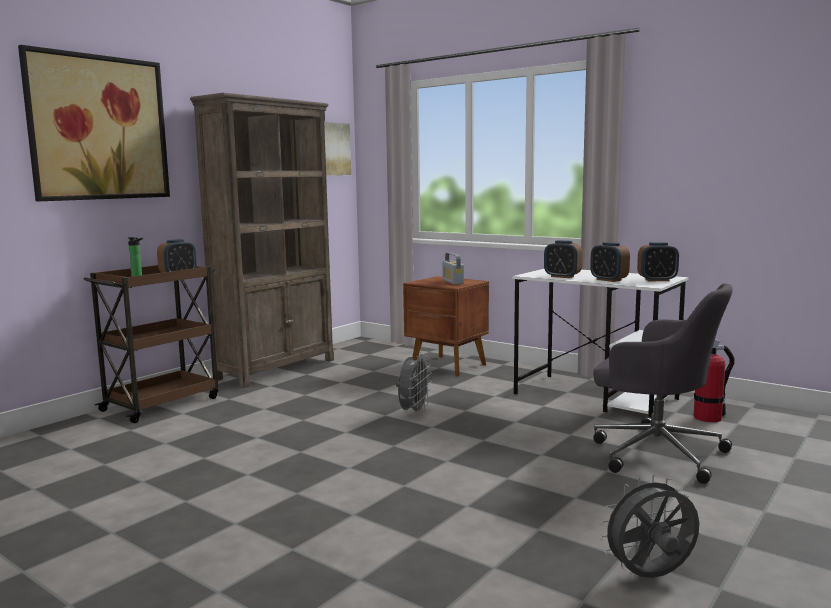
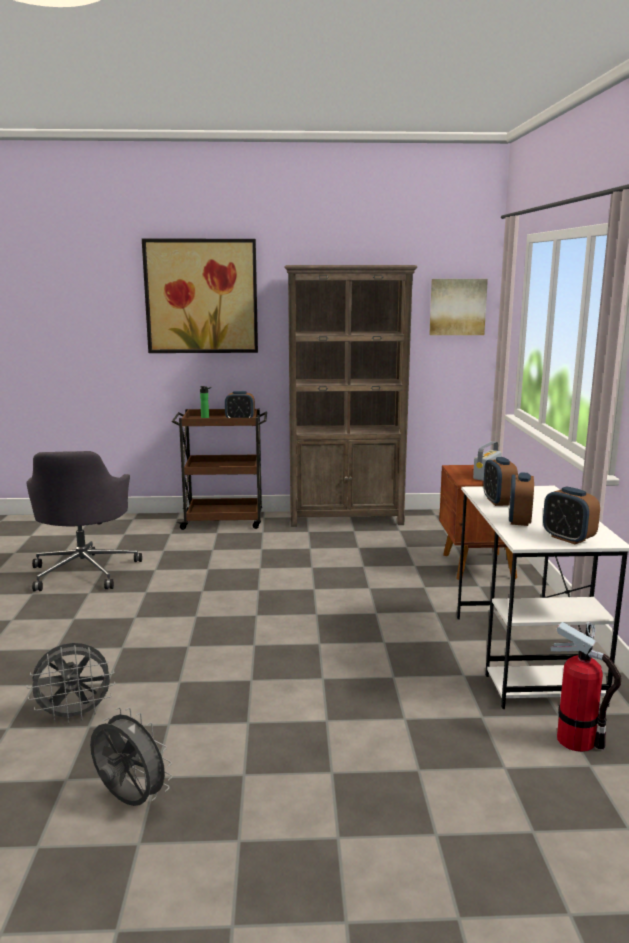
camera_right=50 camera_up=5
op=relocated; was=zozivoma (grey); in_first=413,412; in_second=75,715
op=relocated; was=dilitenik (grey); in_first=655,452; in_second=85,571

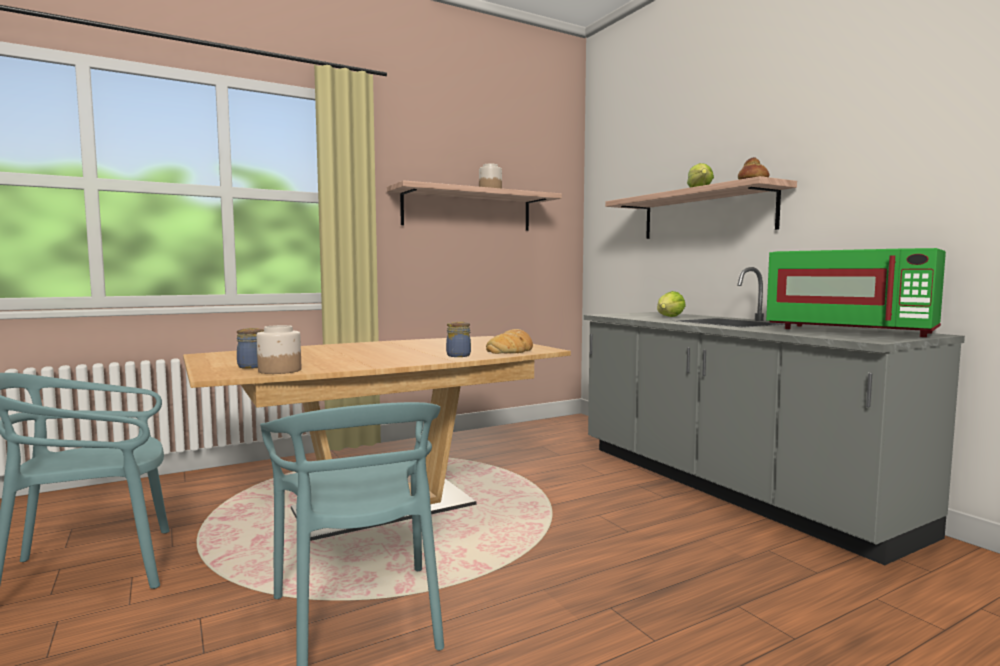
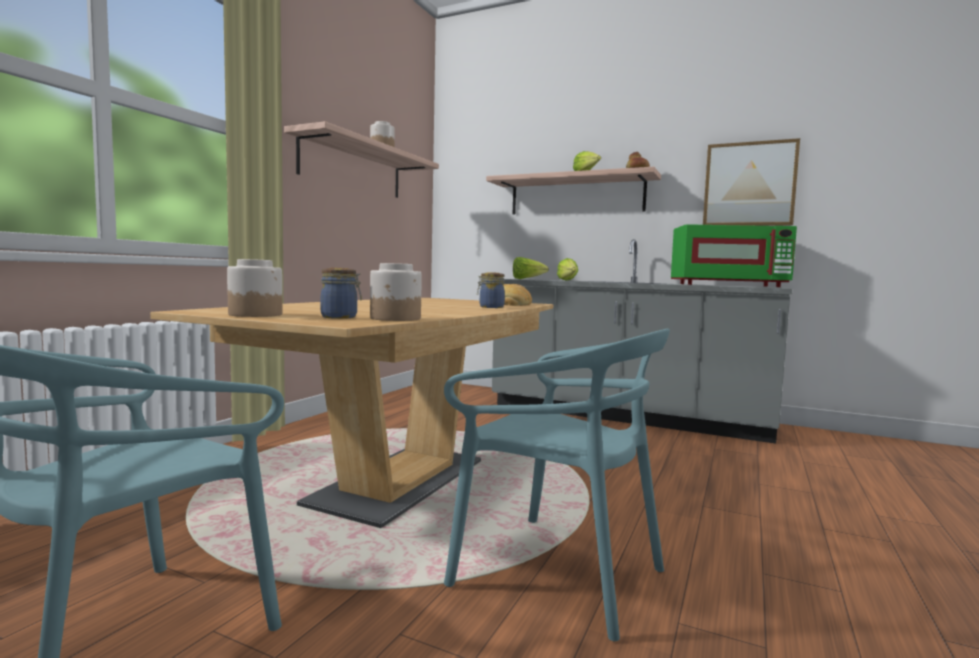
camera_right=-35 camera_up=0
op=appeared; now=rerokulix; in_second=255,314
op=appeared; now=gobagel; in_second=527,279
op=appeared; now=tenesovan; in_second=749,184

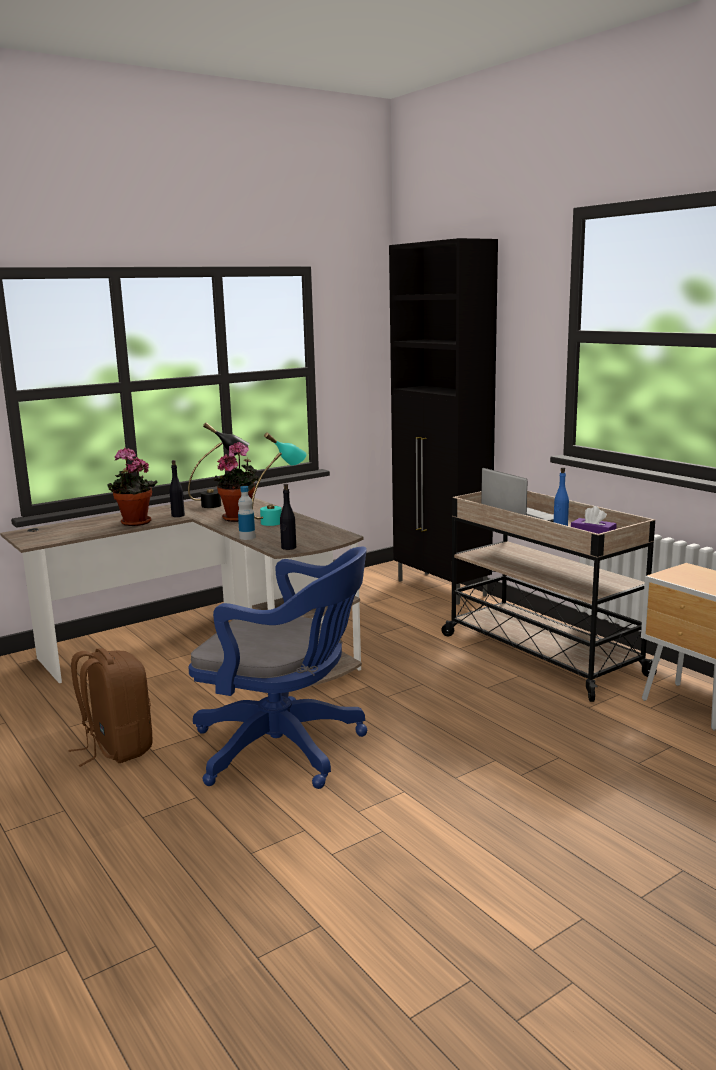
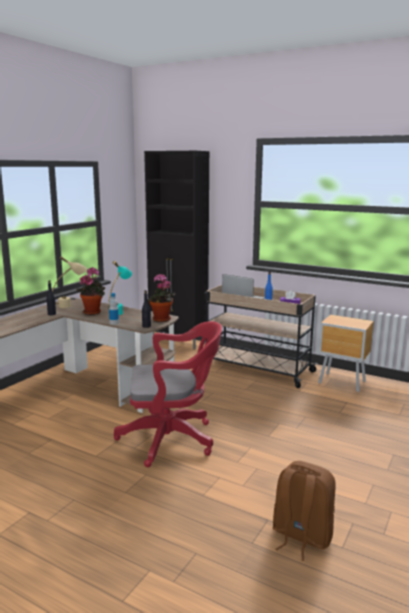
camera_right=-25 camera_up=0
op=relocated; was=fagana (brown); in_first=116,748; in_second=301,536
op=relocated; was=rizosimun; in_first=134,523; in_second=161,320
op=colour; was=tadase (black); now=tadase (beige); in_first=221,505; in_second=70,305
op=colour; was=dilitenik (blue); now=dilitenik (red); in_first=286,749; in_second=172,439

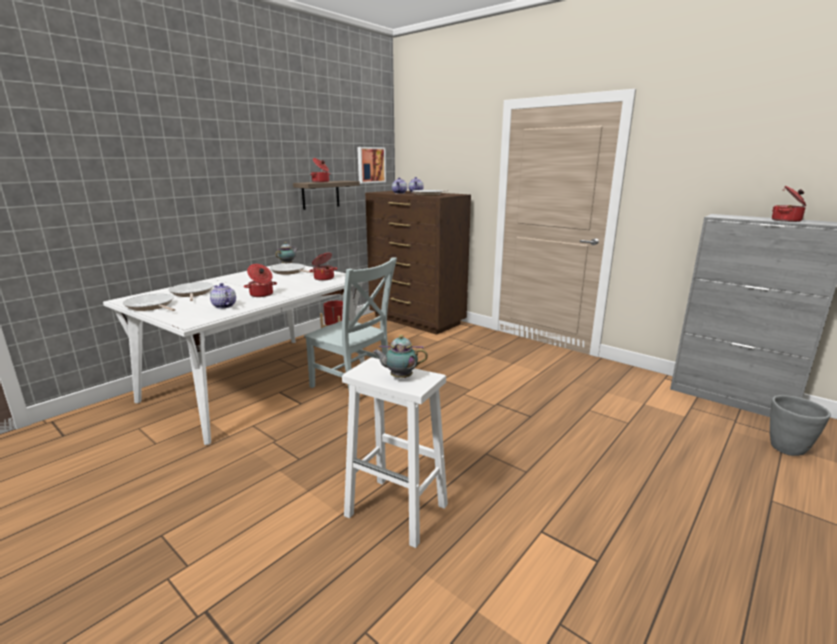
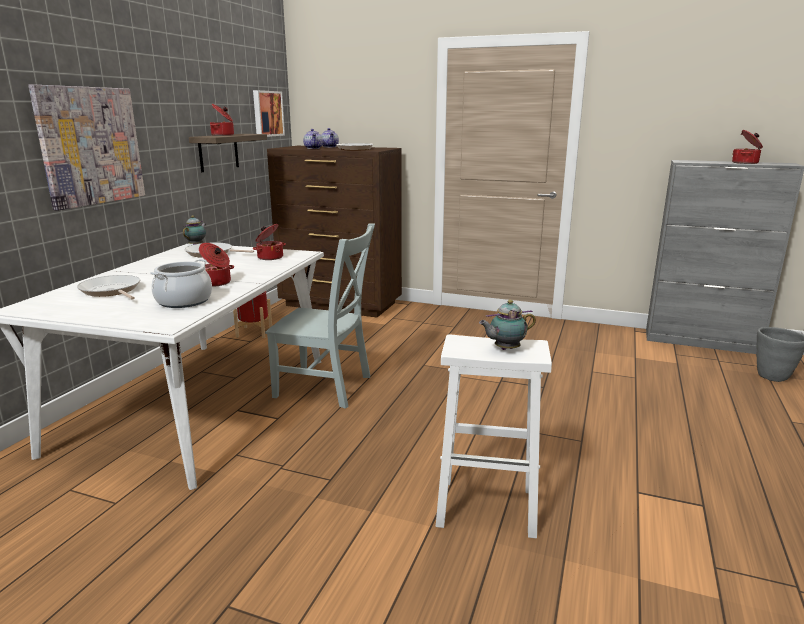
camera_right=-20 camera_up=0
op=missing; was=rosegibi; in_first=151,306
op=exchanged; was=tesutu; now=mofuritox; in_first=223,306; in_second=184,301
op=appeared; now=tenesovan; in_second=90,146

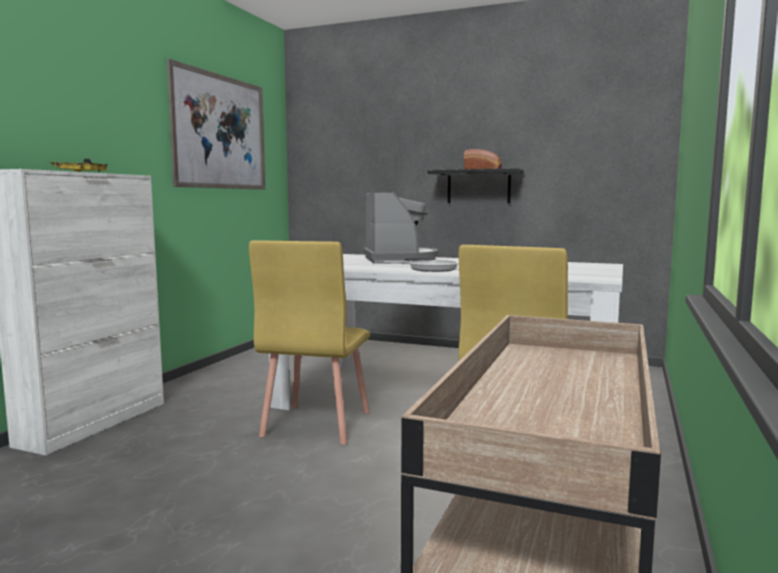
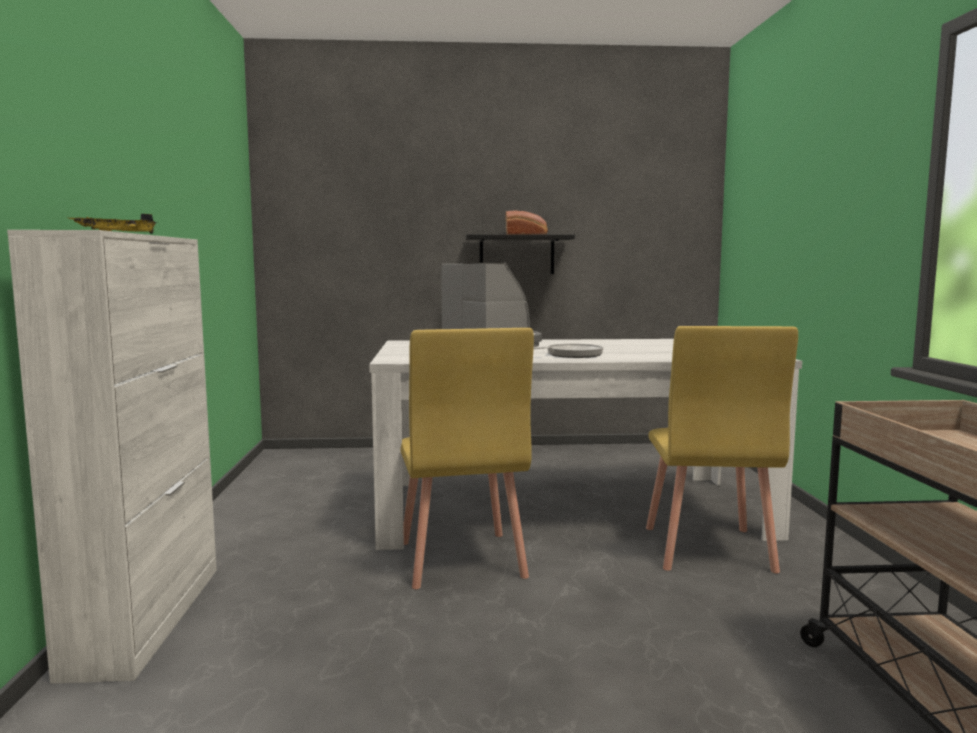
camera_right=-25 camera_up=0
op=missing; was=tenesovan; in_first=221,132

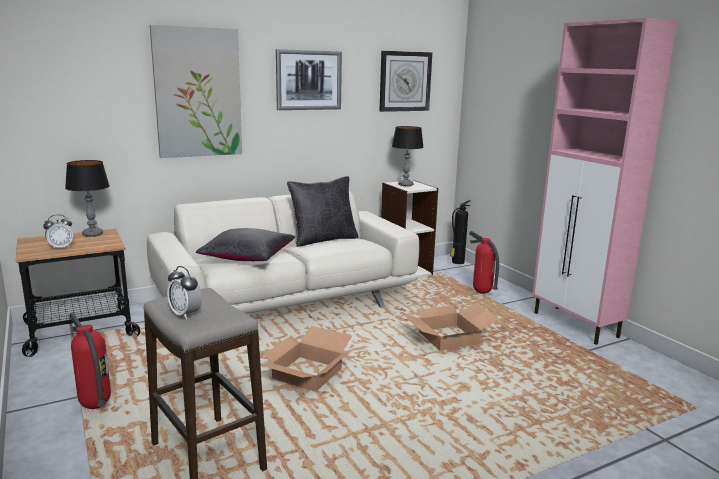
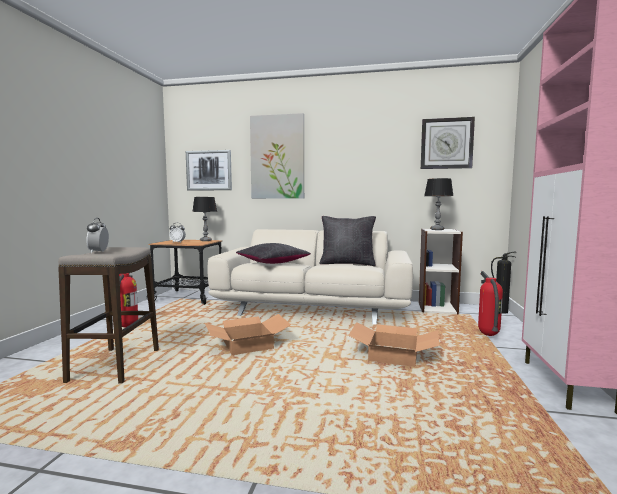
camera_right=40 camera_up=-10
op=relocated; was=tenesovan; in_first=308,80; in_second=209,170

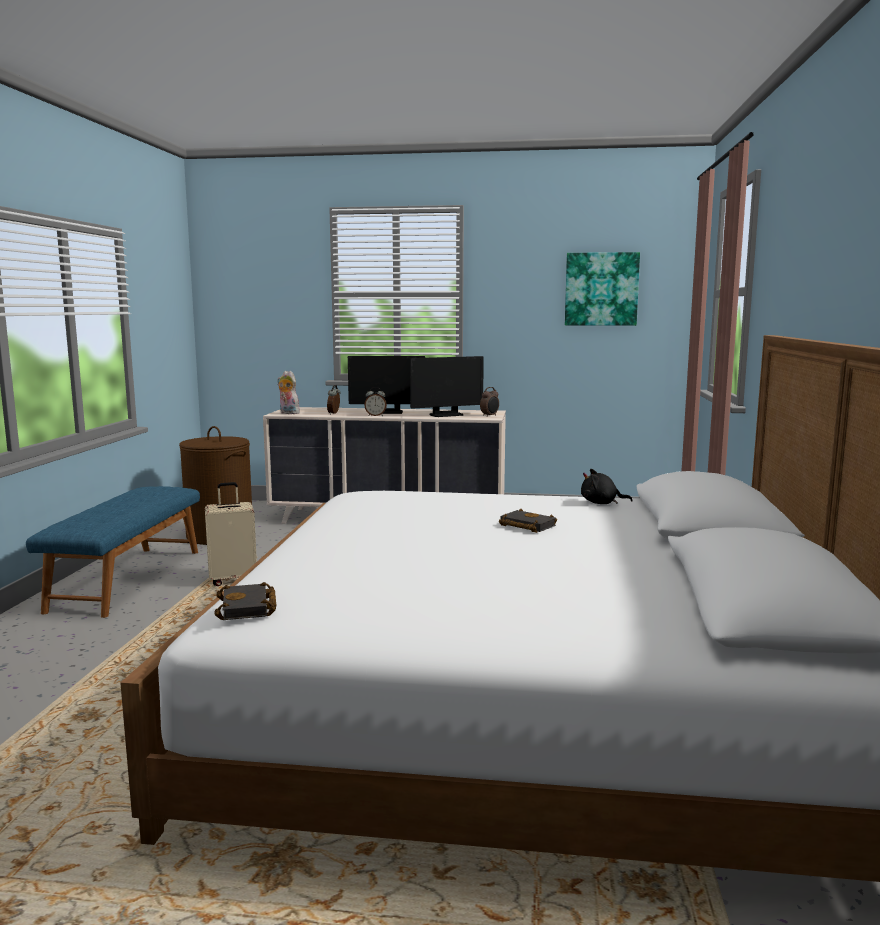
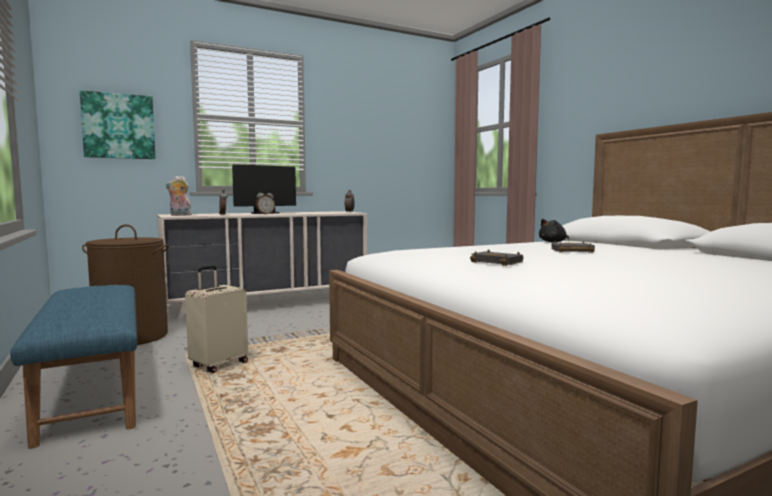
camera_right=-35 camera_up=-5
op=relocated; was=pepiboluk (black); in_first=248,608; in_second=498,262
op=missing; was=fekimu; in_first=446,415
op=relocated; was=tenesovan; in_first=601,289; in_second=119,126

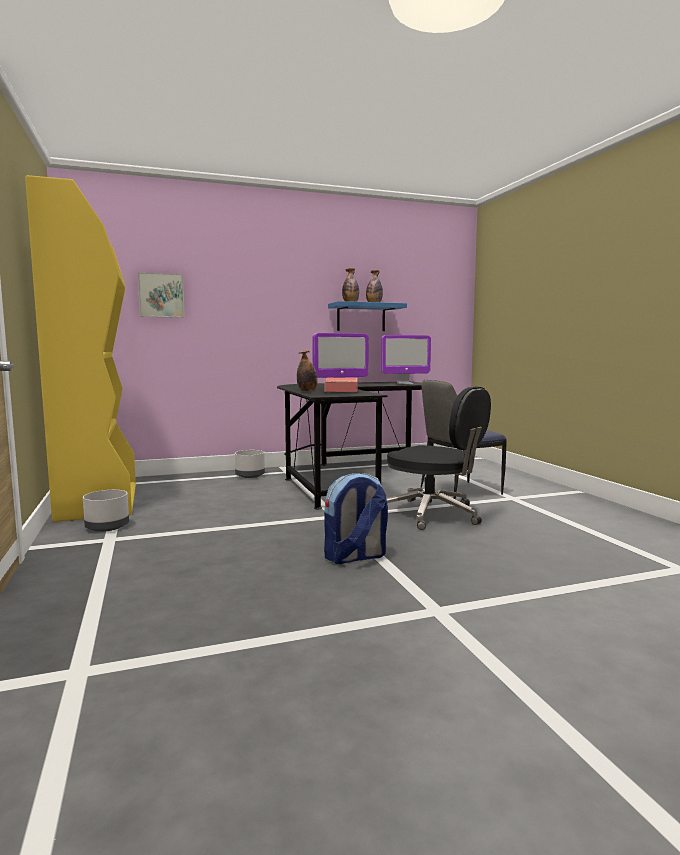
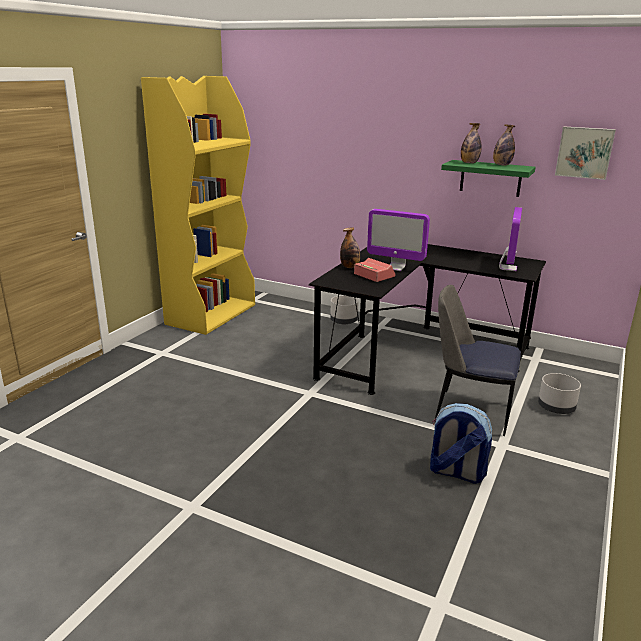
camera_right=45 camera_up=15
op=relocated; was=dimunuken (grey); in_first=107,527; in_second=556,407
op=relocated; was=tenesovan; in_first=161,295; in_second=584,152
op=relocated; was=fagana; in_first=355,557; in_second=455,472
op=colour; was=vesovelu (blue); now=vesovelu (green); in_first=361,317; in_second=490,178
op=spun; was=fekimu; in_first=404,383; in_second=507,268; clockwise=-105
op=missing; was=dilitenik (black); in_first=433,514

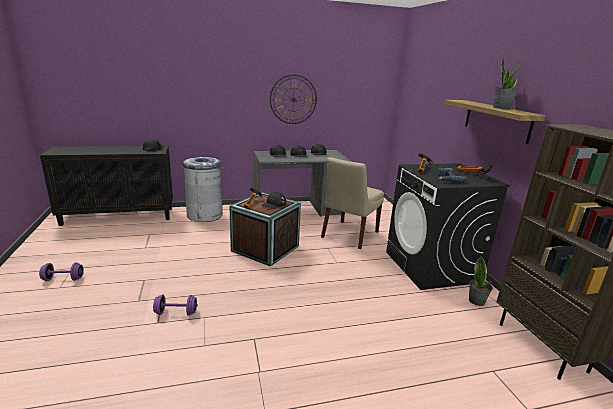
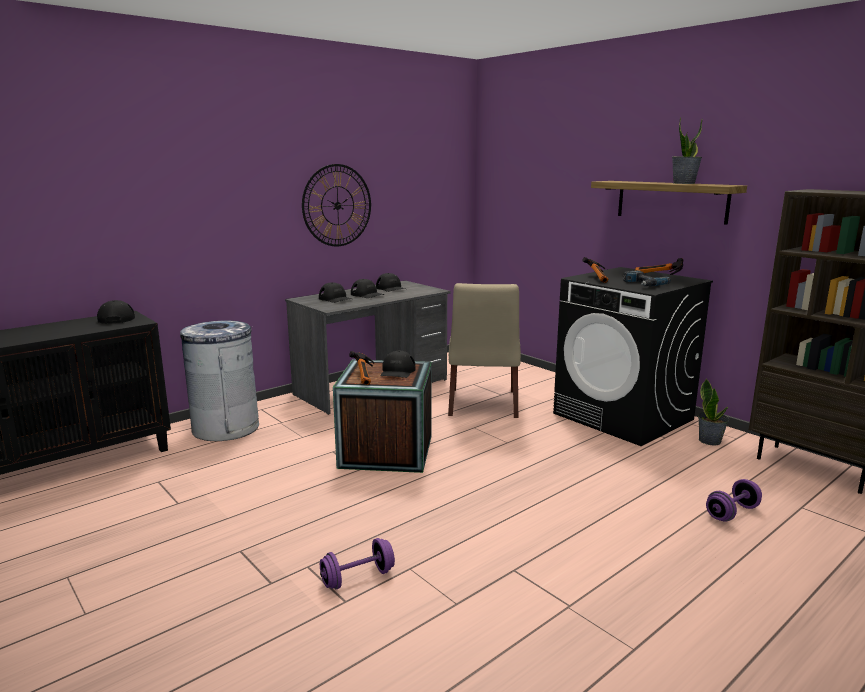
camera_right=-25 camera_up=-5
op=relocated; was=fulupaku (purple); in_first=63,279; in_second=732,513

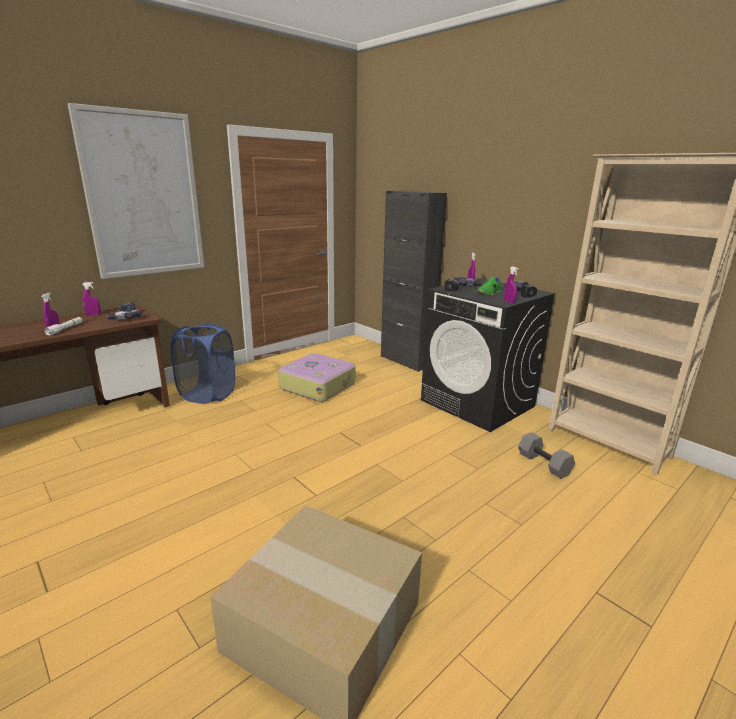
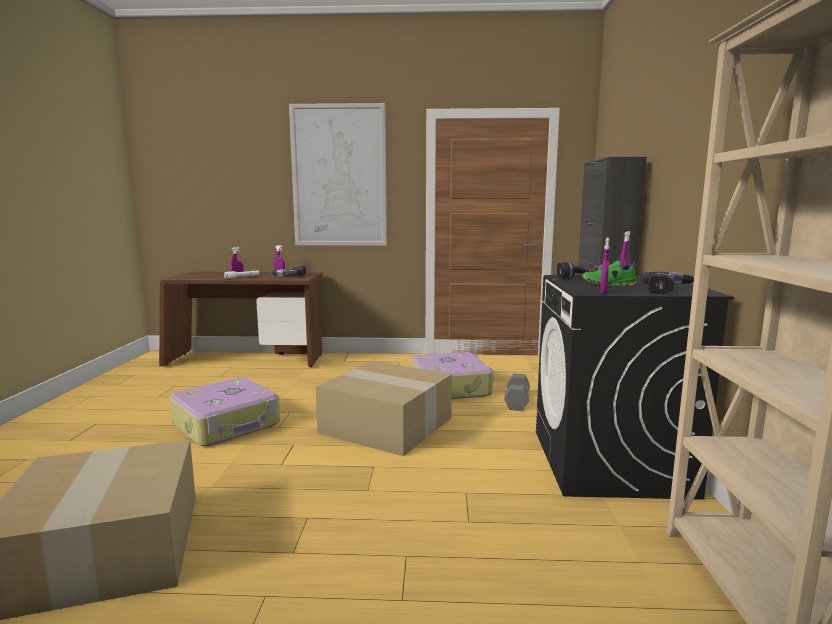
camera_right=45 camera_up=-10
op=missing; was=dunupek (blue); in_first=207,394
op=relocated; was=fulupaku (grey); in_first=544,464; in_second=517,401
op=appeared; now=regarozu; in_second=227,424
op=appeared; now=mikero; in_second=388,425

